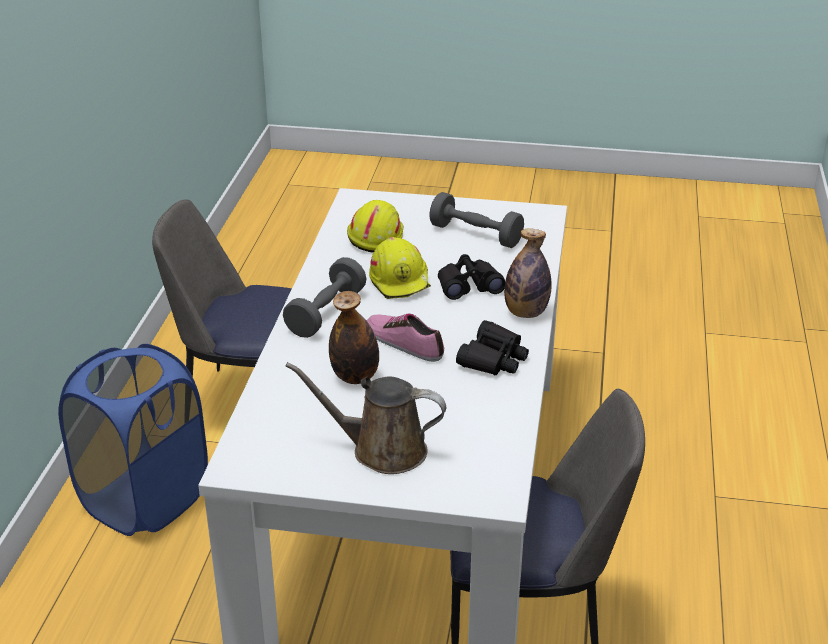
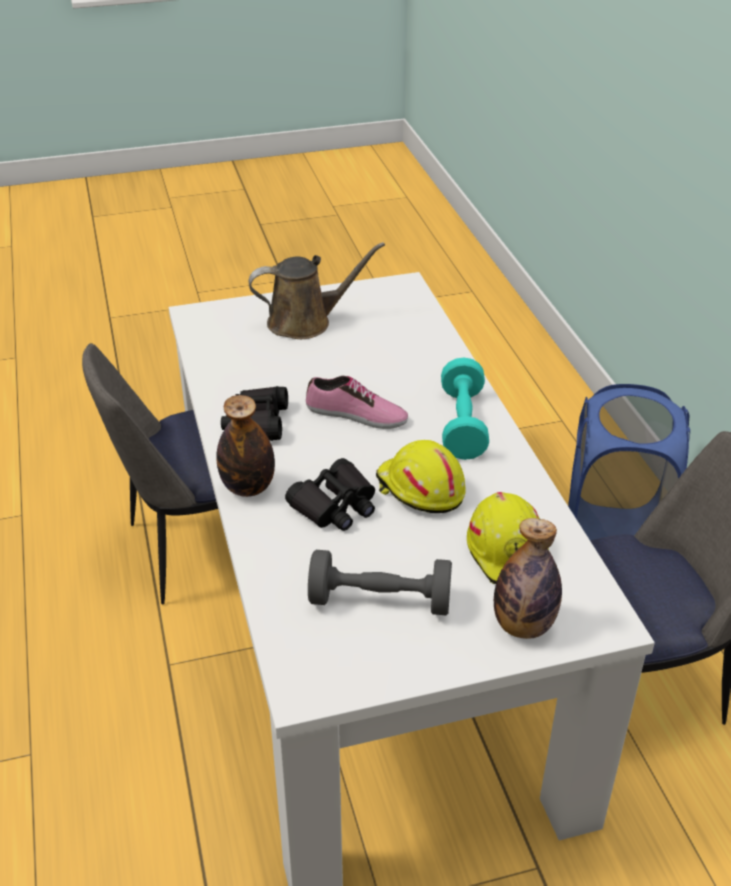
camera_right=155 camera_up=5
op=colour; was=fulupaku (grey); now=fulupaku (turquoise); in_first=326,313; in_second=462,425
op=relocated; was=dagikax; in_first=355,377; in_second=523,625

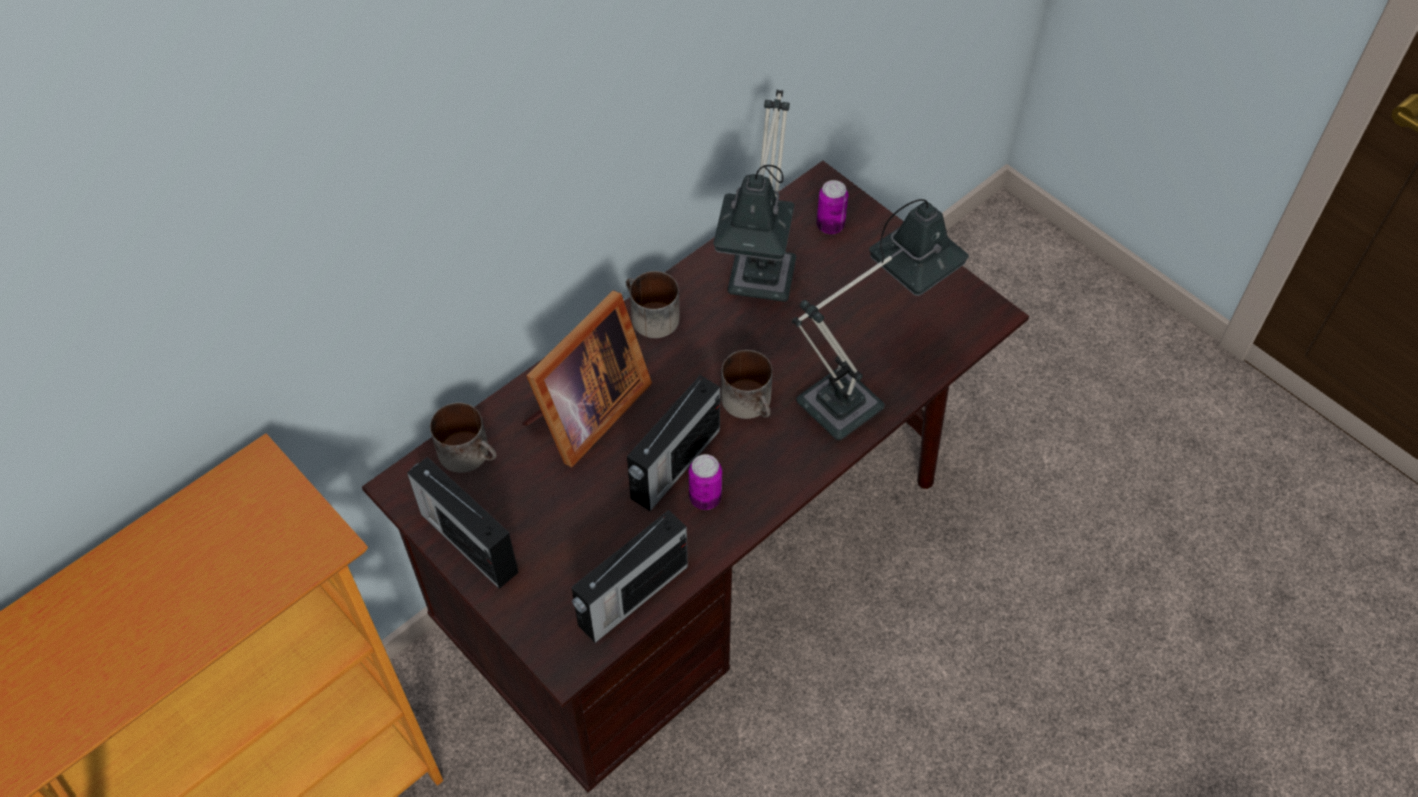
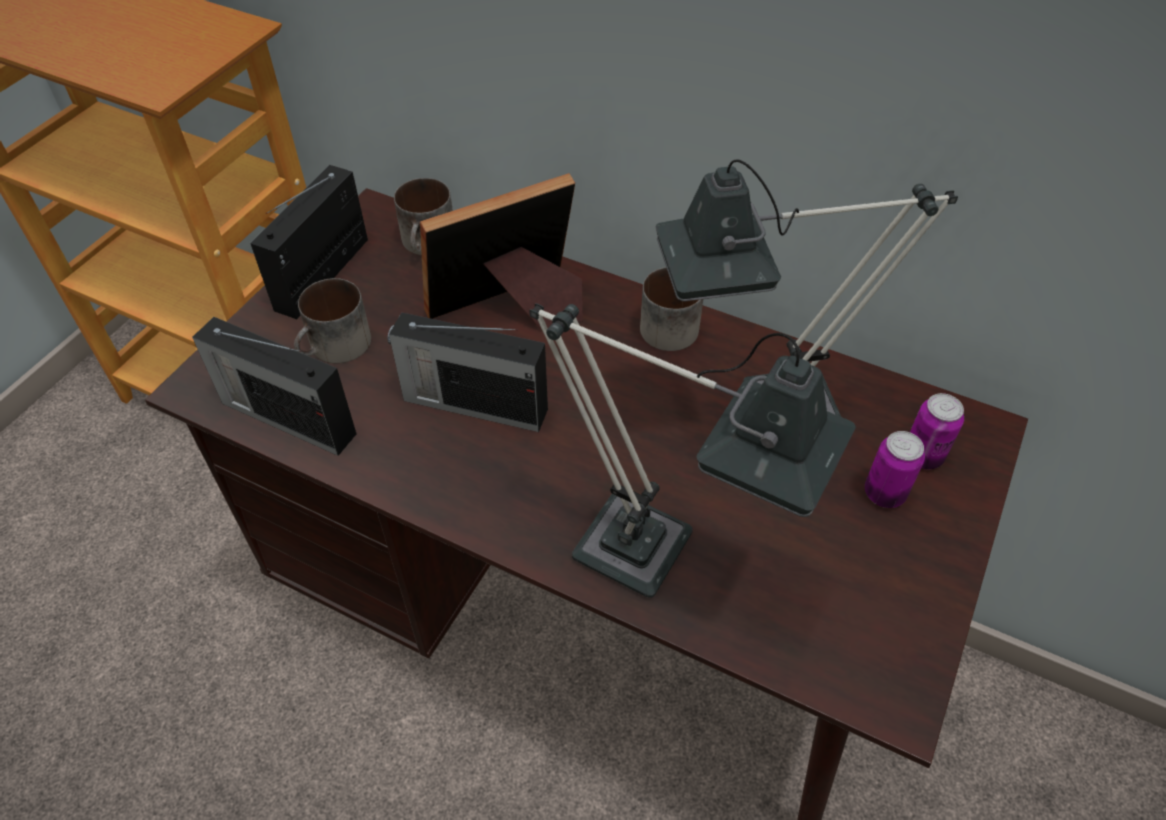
camera_right=70 camera_up=-5
op=spun; was=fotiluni; in_first=584,413; in_second=512,310; clockwise=135
op=relocated; was=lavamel; in_first=705,498; in_second=884,493
op=relocated; was=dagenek; in_first=751,403; in_second=336,348

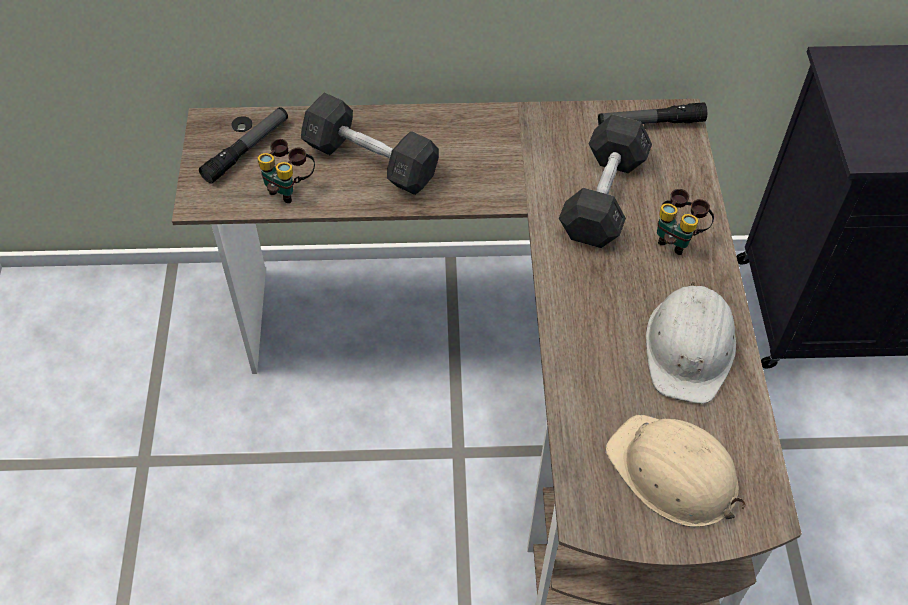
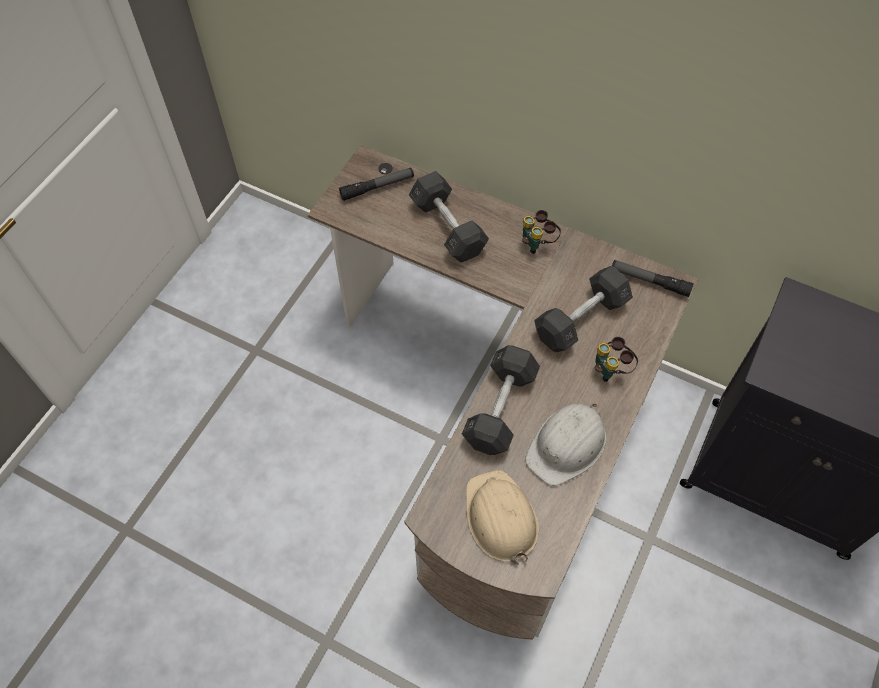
camera_right=30 camera_up=5
op=relocated; was=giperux; in_first=289,188; in_second=538,243
op=appeared; now=fulupaku (grey); in_second=500,408

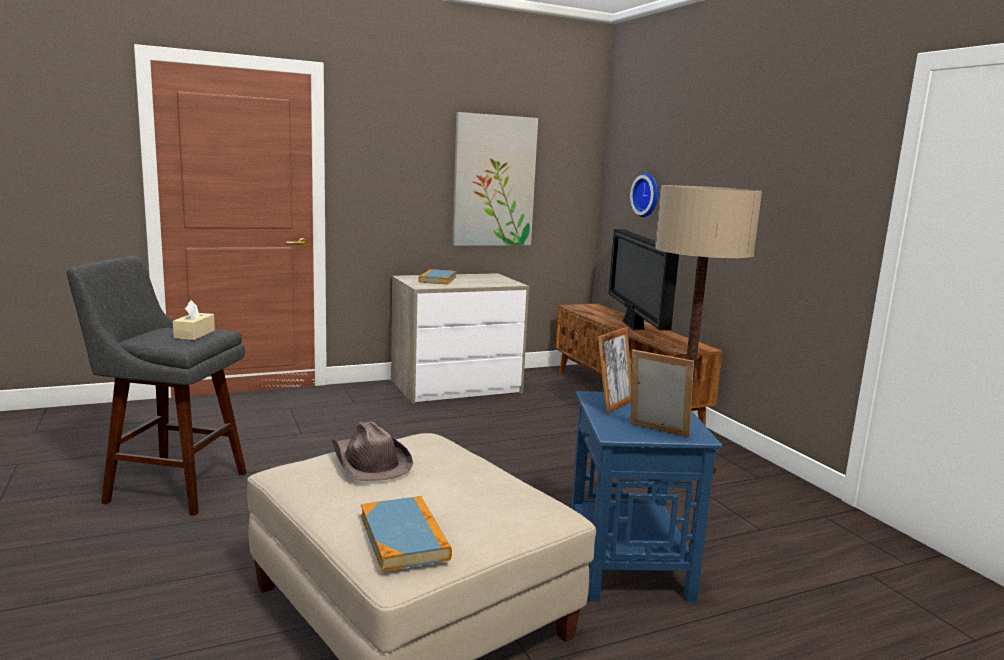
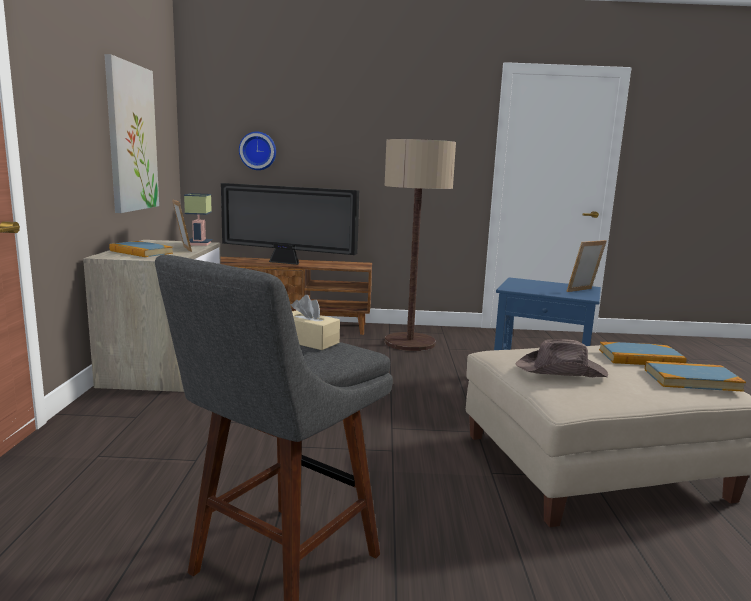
camera_right=-65 camera_up=0
op=relocated; was=fotiluni; in_first=613,405; in_second=182,249
op=appeared; now=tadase; in_second=200,244
op=appeared; now=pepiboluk; in_second=640,358

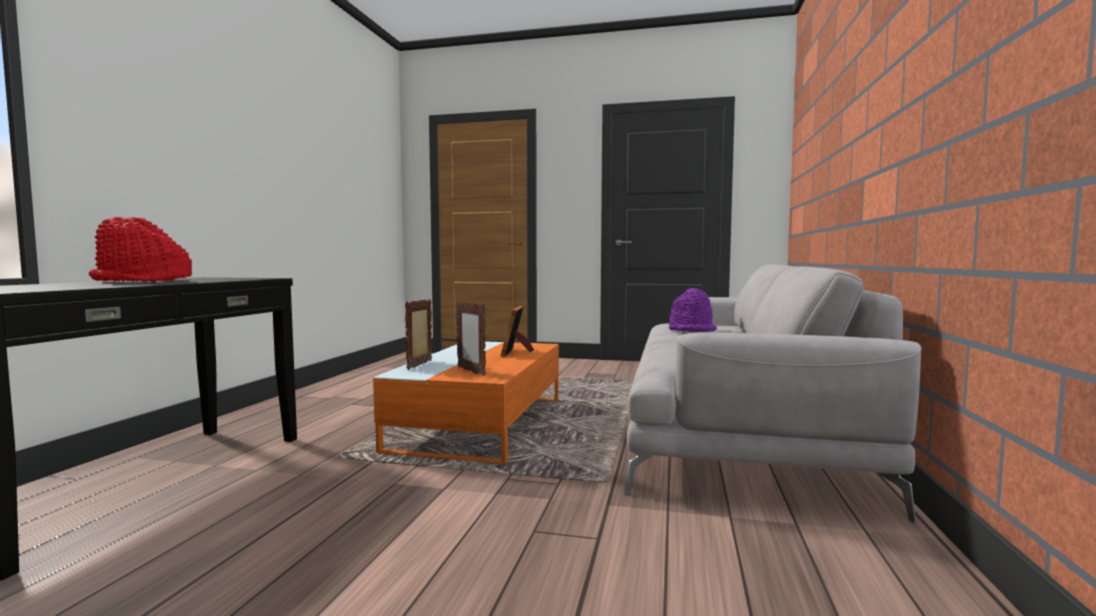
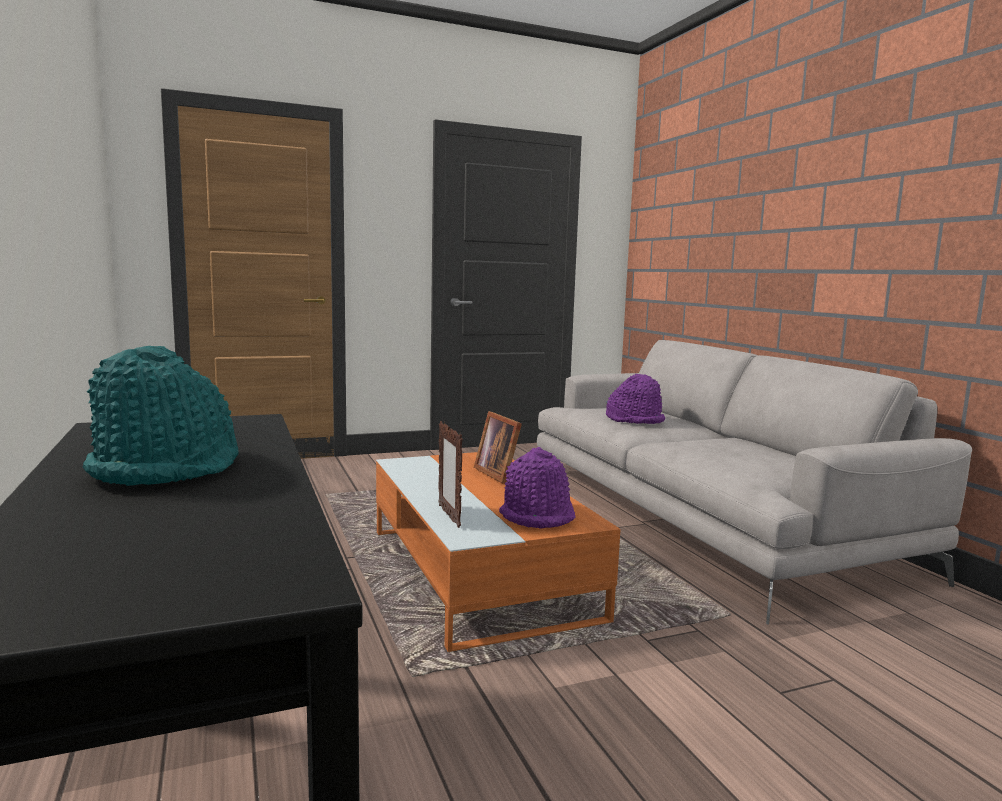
camera_right=-35 camera_up=5
op=colour; was=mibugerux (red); now=mibugerux (turquoise); in_first=143,281; in_second=168,468
op=exchanged; was=fotiluni; now=mibugerux (purple); in_first=471,371; in_second=537,516

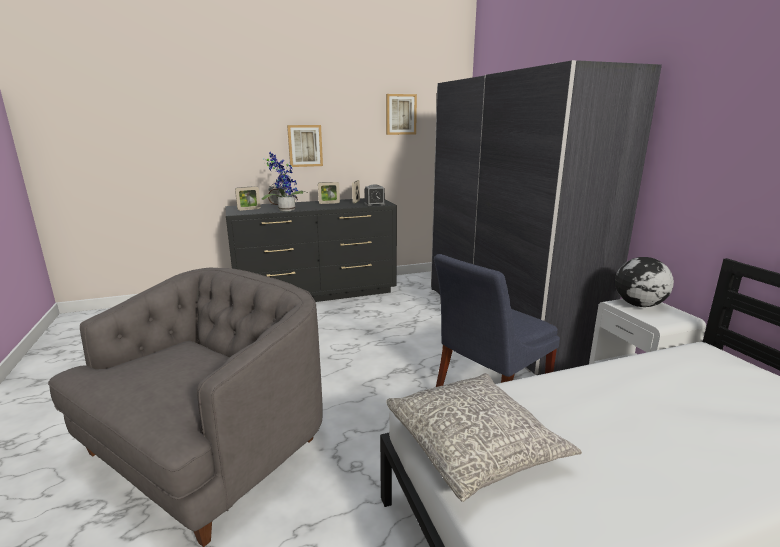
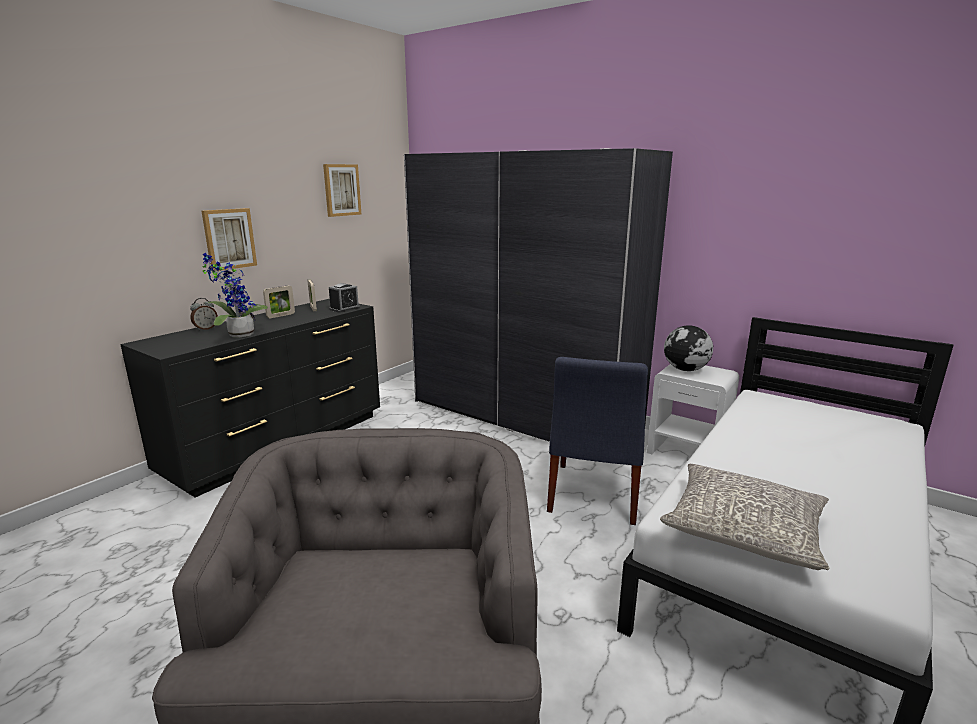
camera_right=-35 camera_up=0
op=missing; was=fotiluni; in_first=249,209

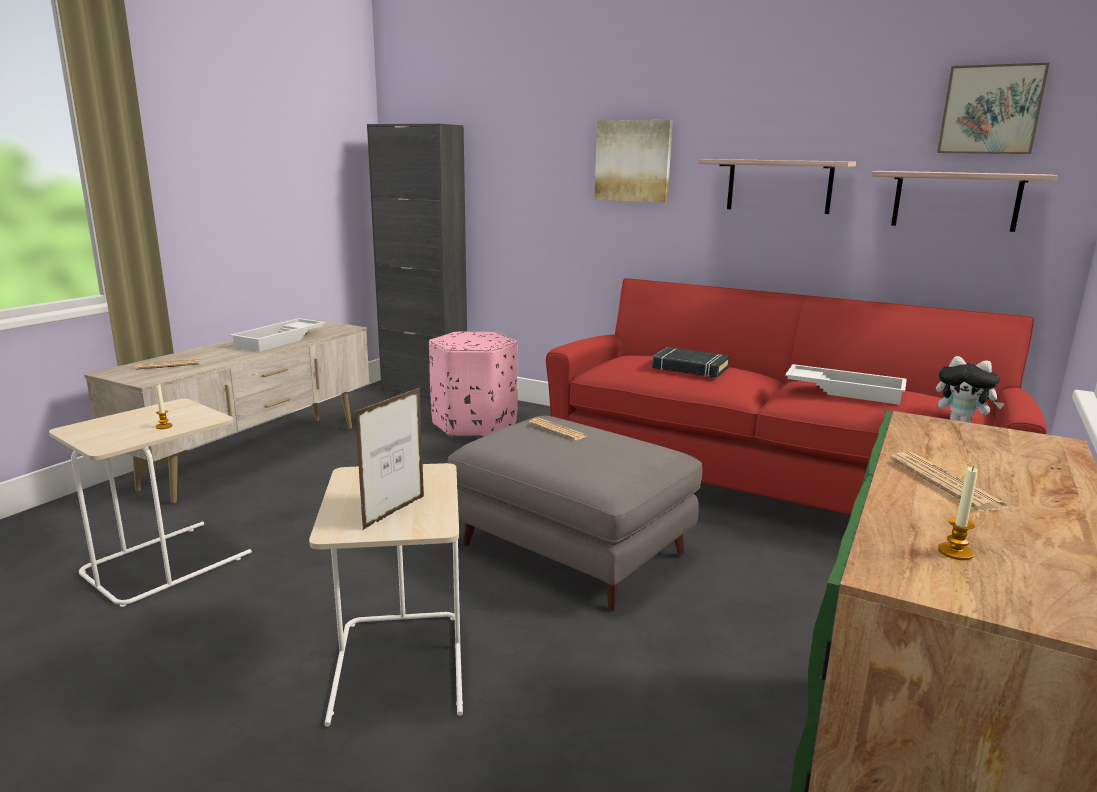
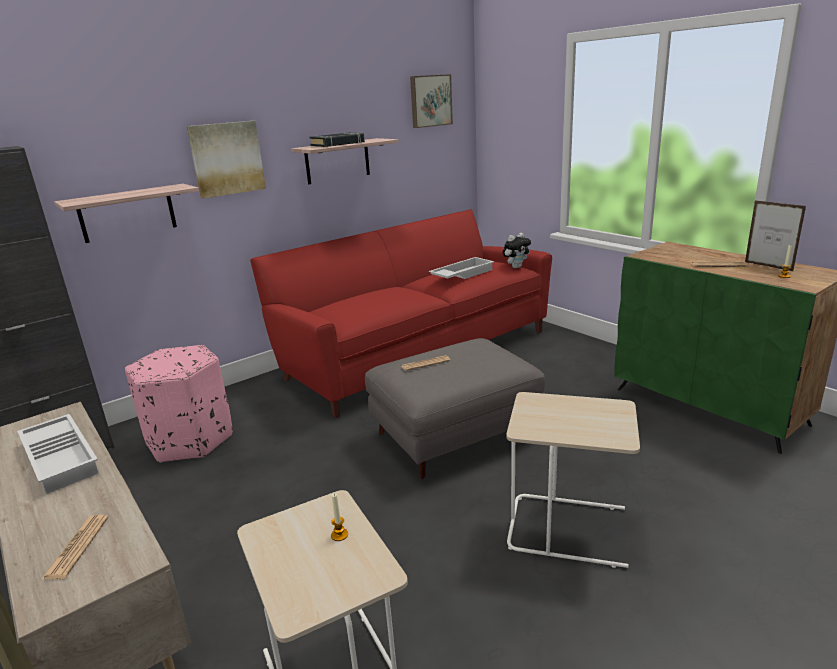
camera_right=-65 camera_up=5
op=relocated; was=fotiluni; in_first=394,512; in_second=768,266
op=relocated; was=pepiboluk (black); in_first=690,368; in_second=338,144
op=relocated; was=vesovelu; in_first=955,200; in_second=127,213

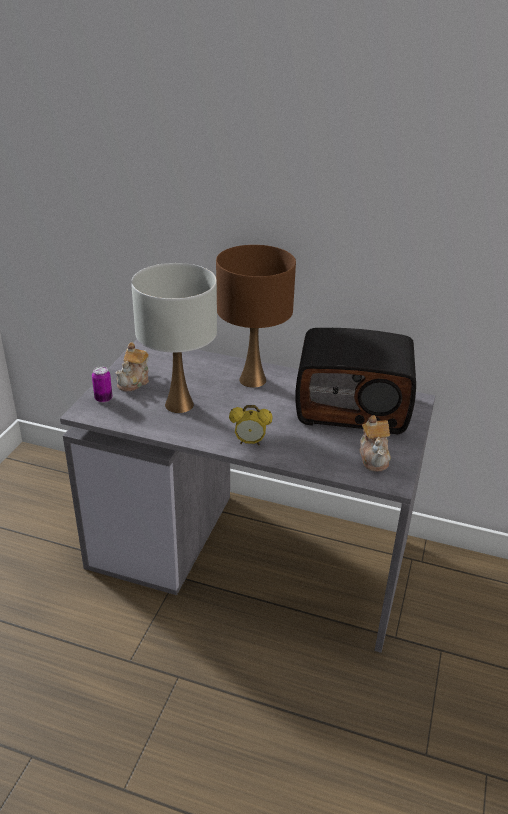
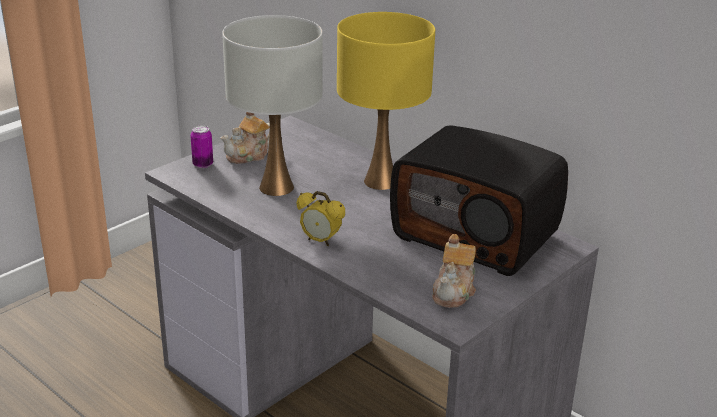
camera_right=25 camera_up=-5
op=colour; was=tadase (brown); now=tadase (yellow); in_first=253,380; in_second=381,181

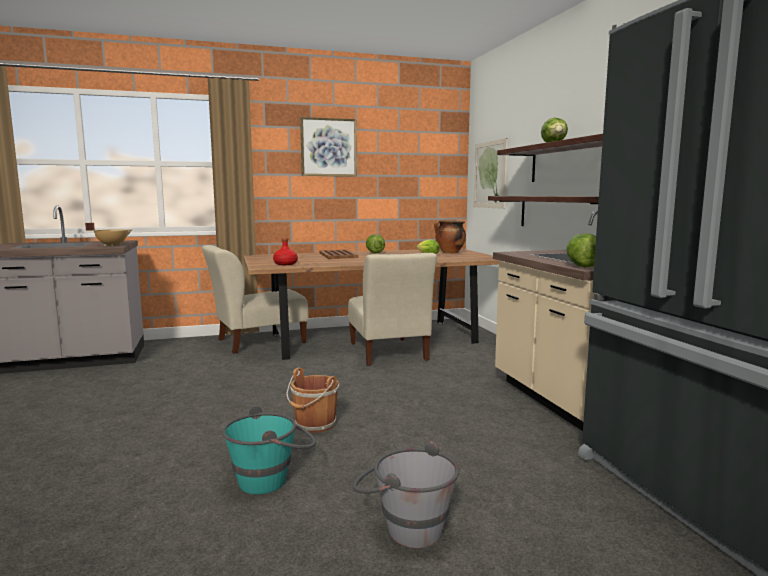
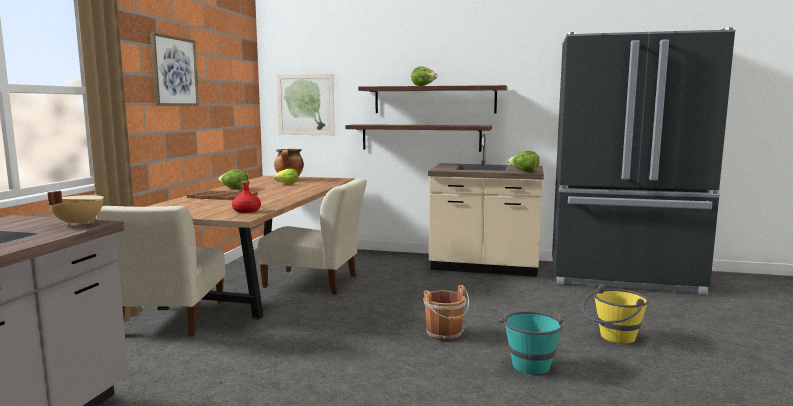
camera_right=-60 camera_up=0
op=colour; was=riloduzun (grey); now=riloduzun (yellow); in_first=404,527; in_second=613,338

